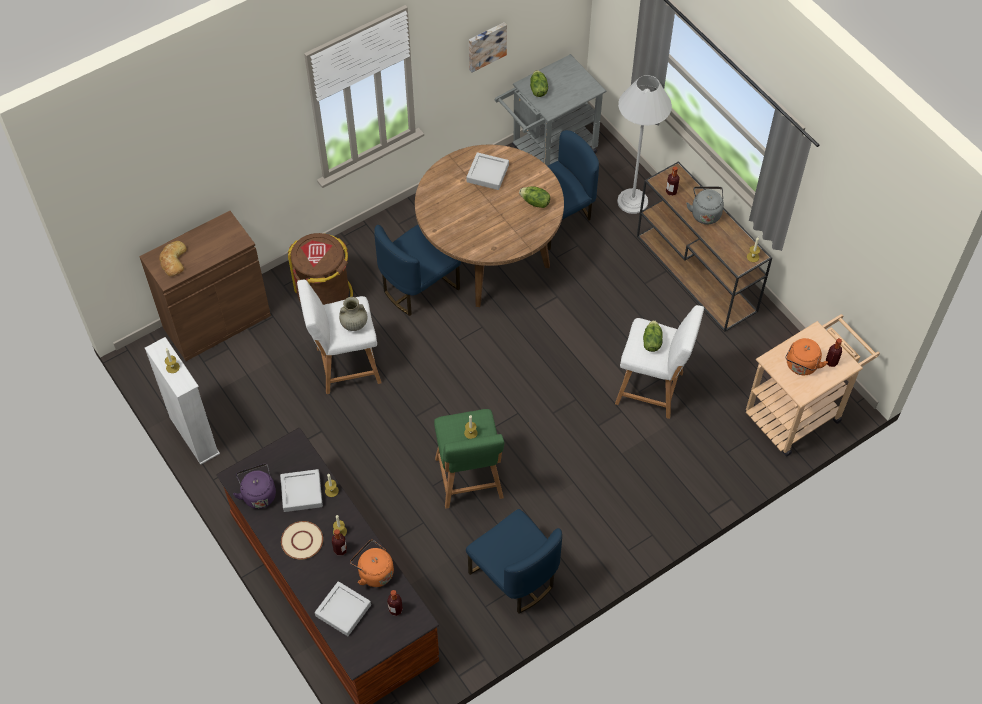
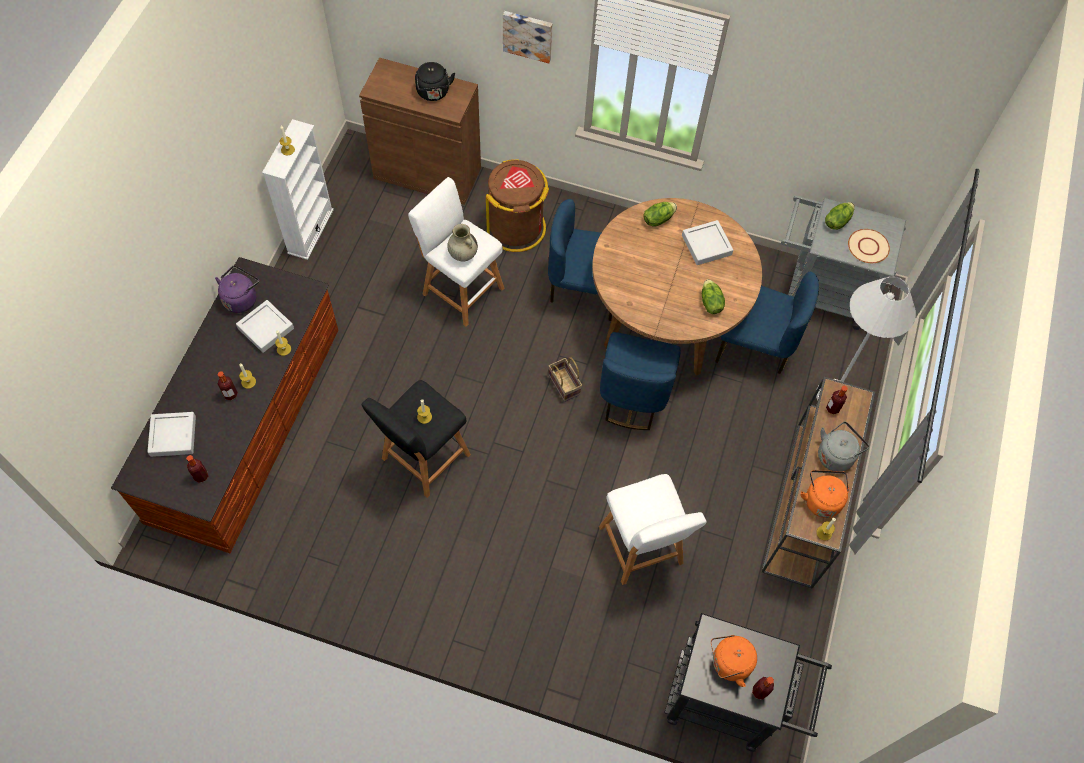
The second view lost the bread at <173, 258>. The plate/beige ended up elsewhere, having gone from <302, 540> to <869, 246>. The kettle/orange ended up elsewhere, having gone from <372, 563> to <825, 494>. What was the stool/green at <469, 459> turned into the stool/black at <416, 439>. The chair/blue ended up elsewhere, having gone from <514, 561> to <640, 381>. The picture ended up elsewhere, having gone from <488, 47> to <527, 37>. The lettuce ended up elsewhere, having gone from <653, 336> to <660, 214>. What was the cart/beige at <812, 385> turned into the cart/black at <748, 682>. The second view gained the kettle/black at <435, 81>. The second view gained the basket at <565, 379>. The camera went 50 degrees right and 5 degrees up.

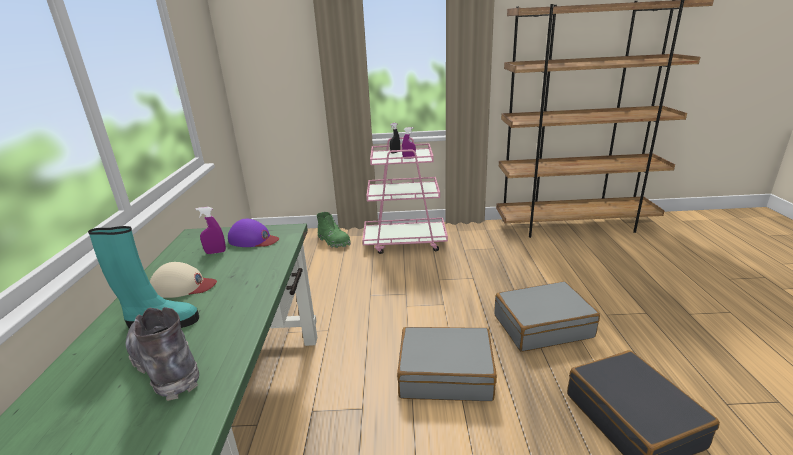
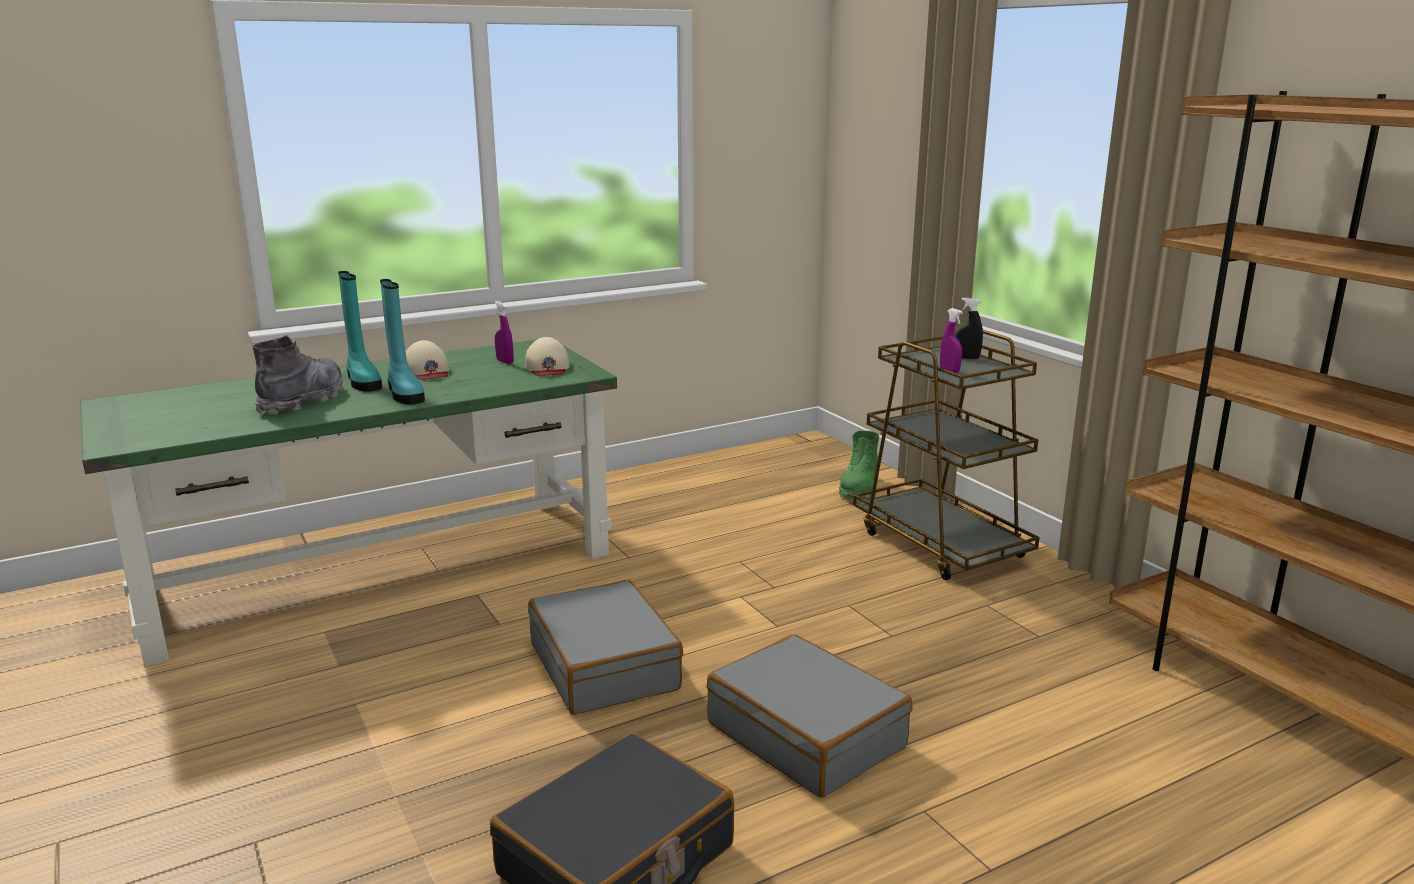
What was the cap/purple at <253, 233> turned into the cap/beige at <547, 356>. What was the cart/pink at <405, 195> turned into the cart/brown at <946, 455>. The second view gained the boot/turquoise at <402, 342>. The camera went 60 degrees right and 5 degrees down.

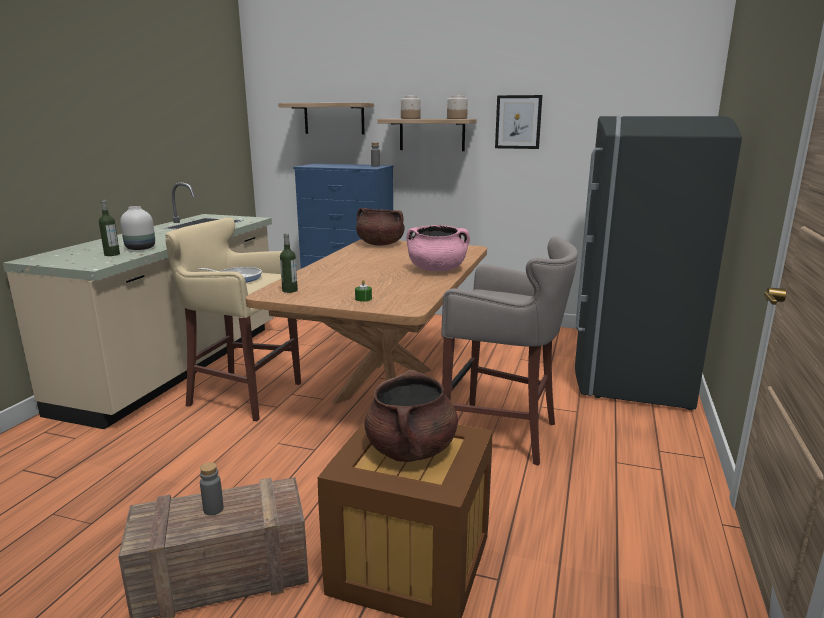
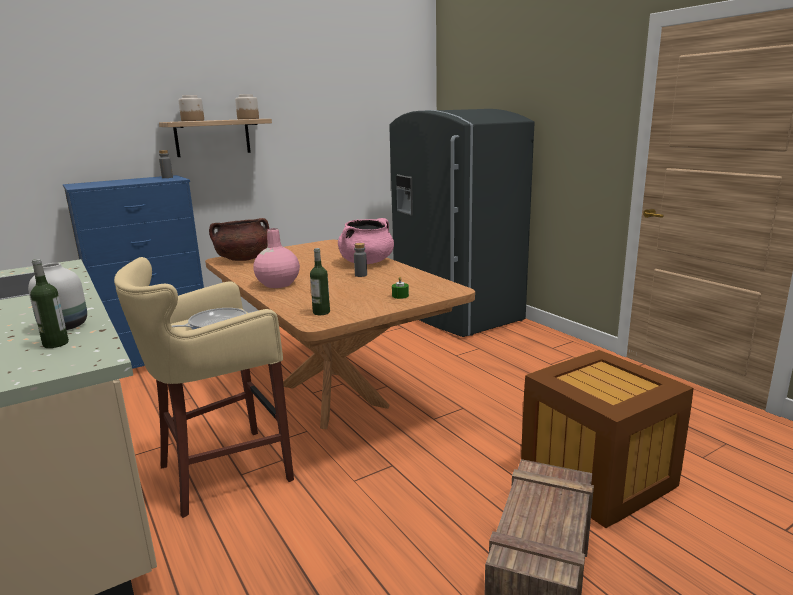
The bottle/grey ended up elsewhere, having gone from <212, 488> to <360, 260>. The second view lost the shelf at <326, 118>. The second view lost the cooking pot/brown at <411, 416>. The second view lost the stool/grey at <509, 351>. The second view lost the picture at <518, 122>. The second view gained the vase/pink at <276, 258>. The camera went 50 degrees left and 0 degrees up.

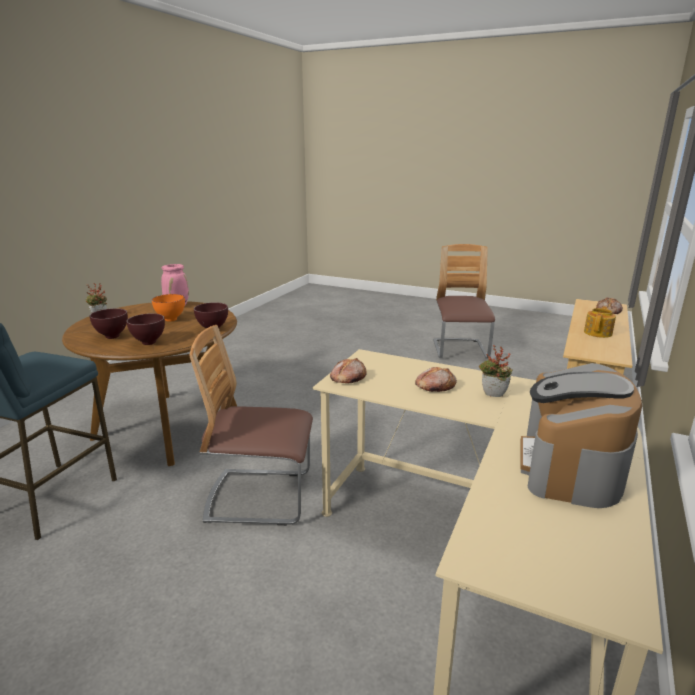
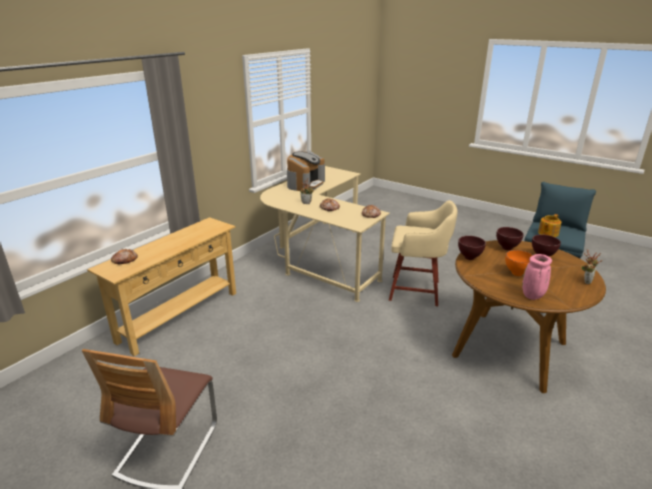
Where the chair stood at <251, 425>, the stool/beige came to stand at <423, 253>. The teapot ended up elsewhere, having gone from <600, 322> to <549, 225>. The camera went 170 degrees left and 5 degrees up.

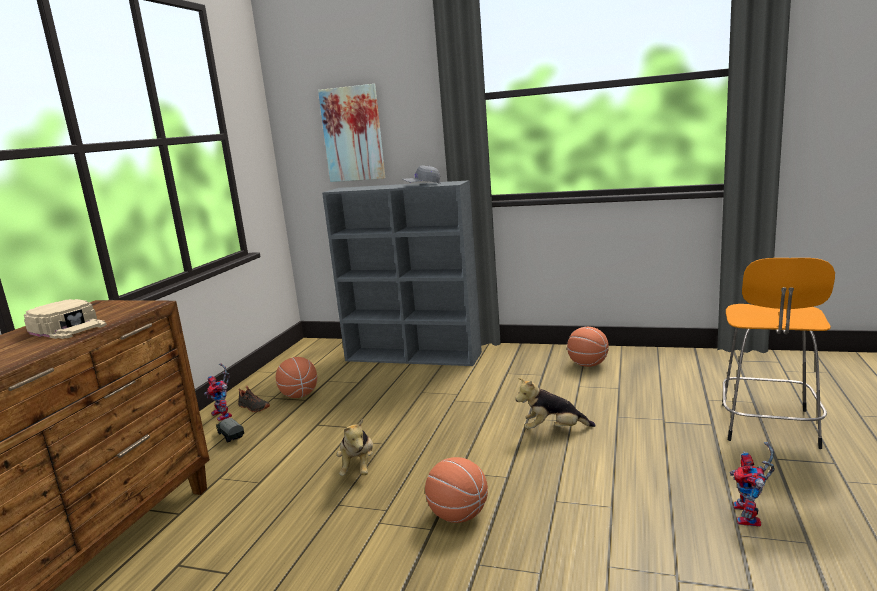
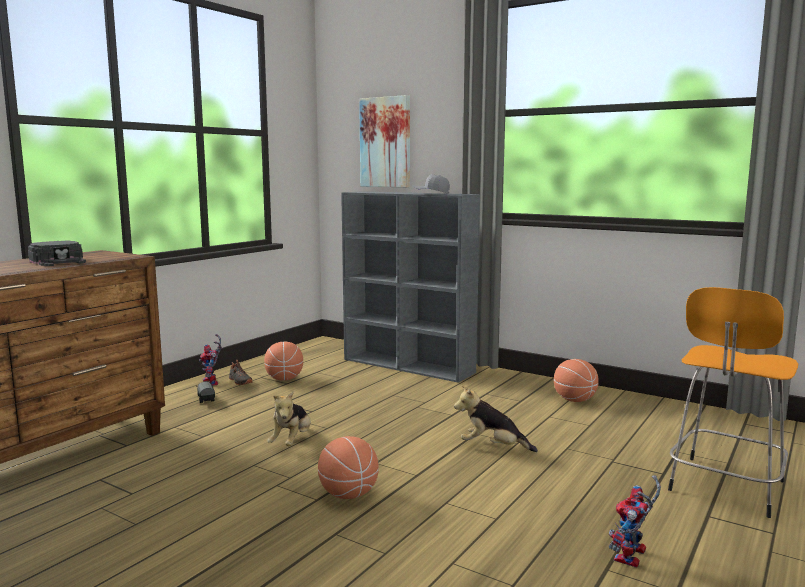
What was the cap/beige at <65, 319> turned into the cap/black at <57, 253>. The camera went 15 degrees right and 5 degrees down.

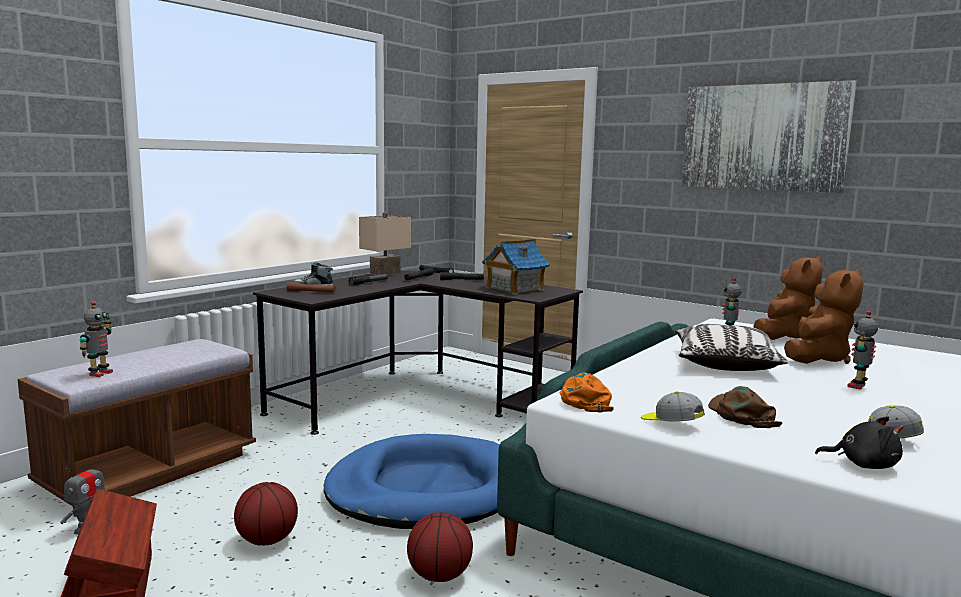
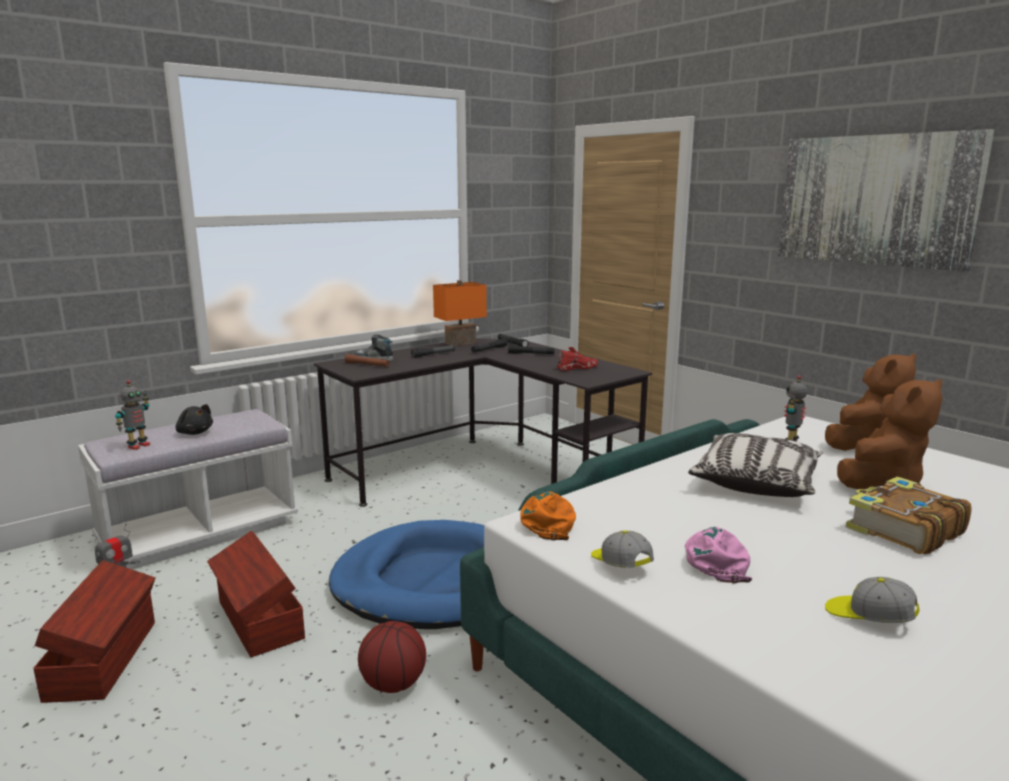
What was the bench/brown at <136, 422> turned into the bench/white at <188, 489>. Where the basketball stood at <266, 513>, the storage box/brown came to stand at <256, 594>. What was the table lamp/beige at <385, 243> turned into the table lamp/orange at <460, 313>. Where the toy house stood at <516, 266>, the shoe/red came to stand at <577, 359>. What was the cap/brown at <745, 407> turned into the cap/pink at <719, 555>. The plush toy/black ended up elsewhere, having gone from <859, 443> to <194, 419>. Where the toy robot stood at <862, 350>, the book came to stand at <909, 515>. The camera went 15 degrees right and 5 degrees up.

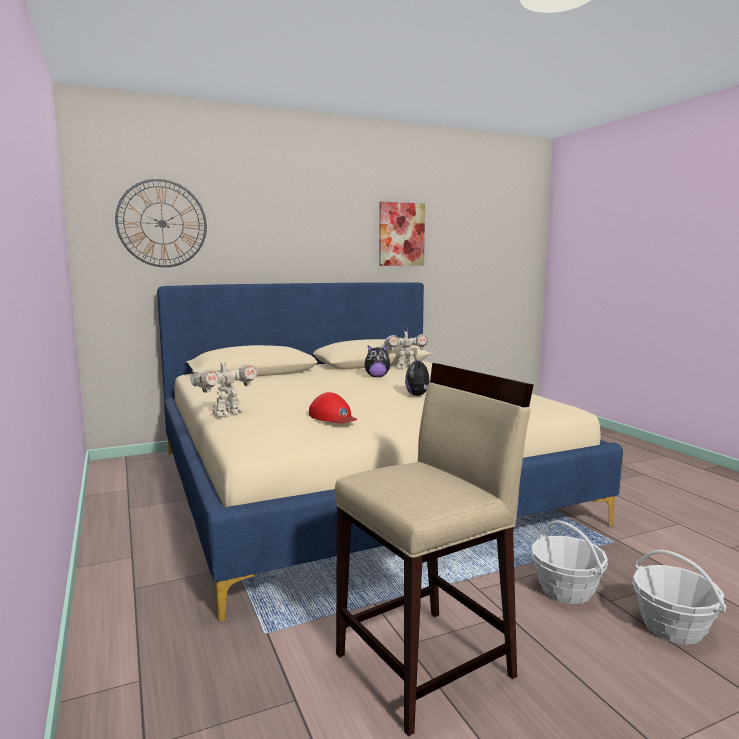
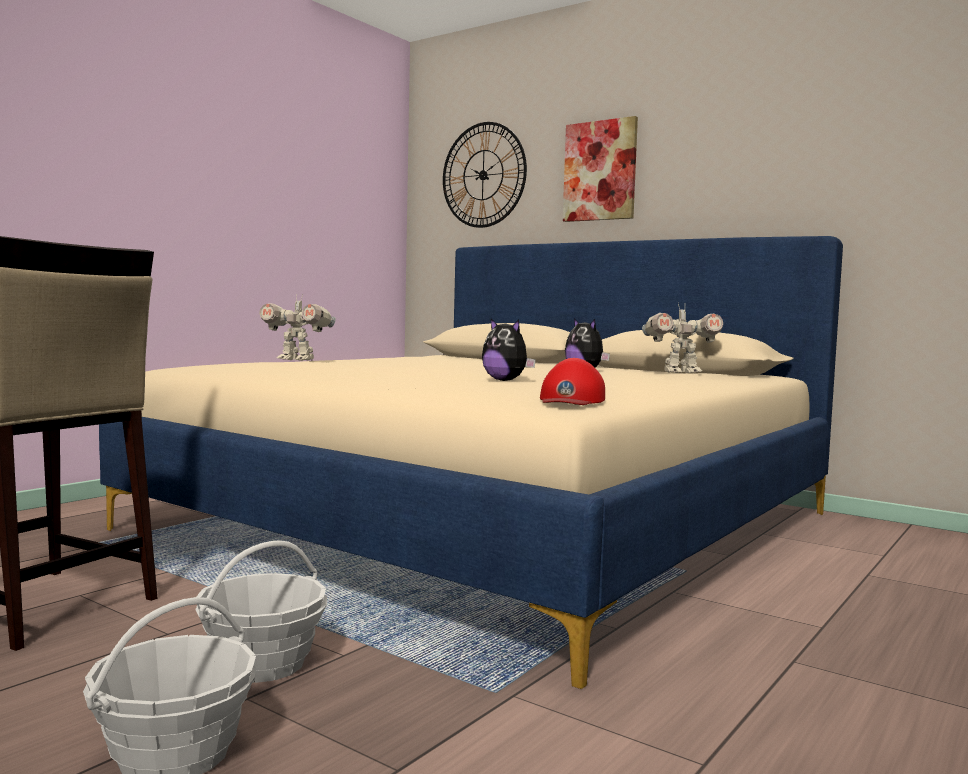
The cap/red ended up elsewhere, having gone from <333, 407> to <572, 381>. The picture ended up elsewhere, having gone from <402, 233> to <600, 169>. The toy robot at <406, 348> ended up facing another way, 60 degrees counterclockwise from before. The plush toy at <417, 376> ended up facing another way, 105 degrees counterclockwise from before. The camera went 60 degrees right and 5 degrees down.

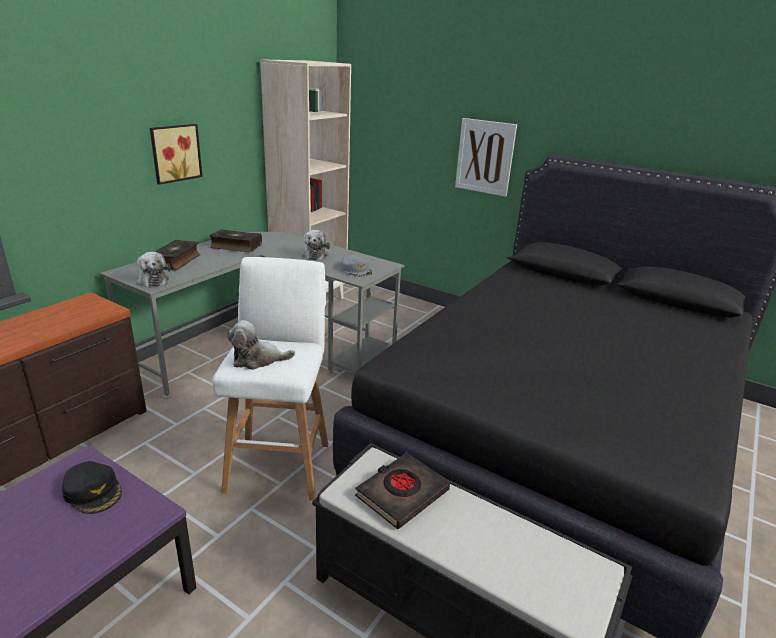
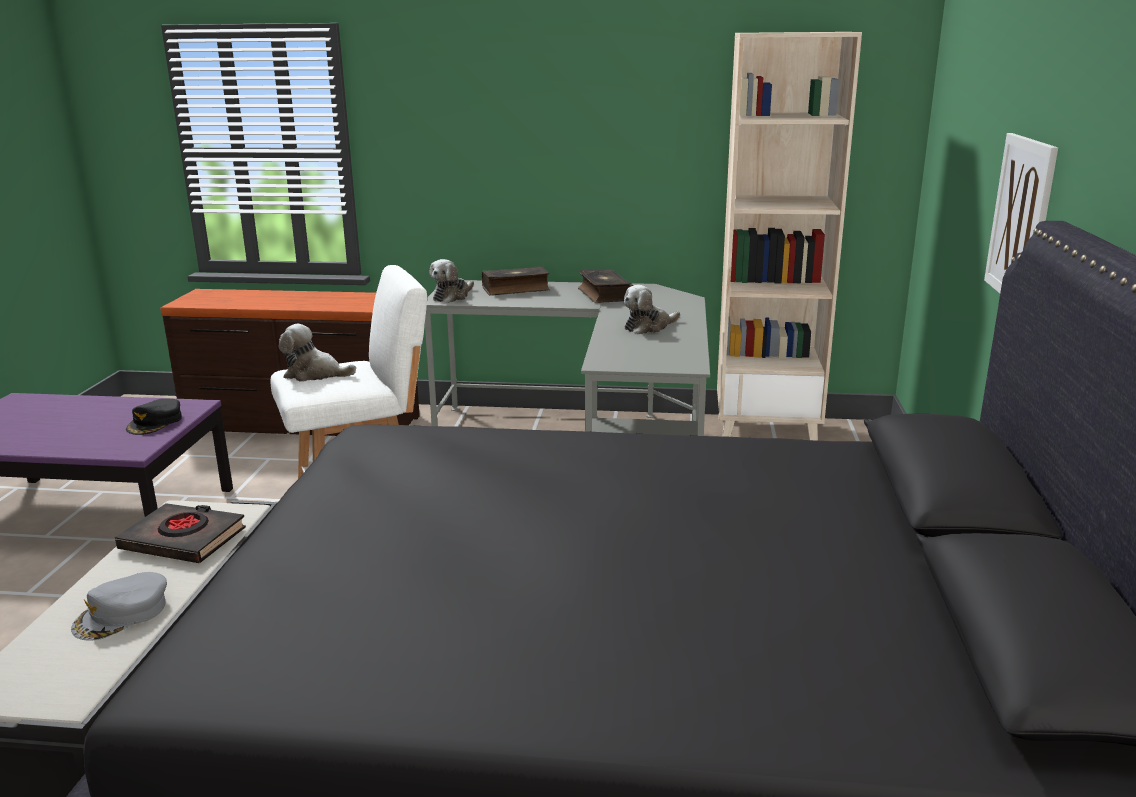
The second view lost the picture at <176, 154>. The plush toy at <261, 345> ended up facing another way, 45 degrees counterclockwise from before. The cap/grey ended up elsewhere, having gone from <356, 267> to <119, 606>. The camera went 65 degrees right and 5 degrees down.

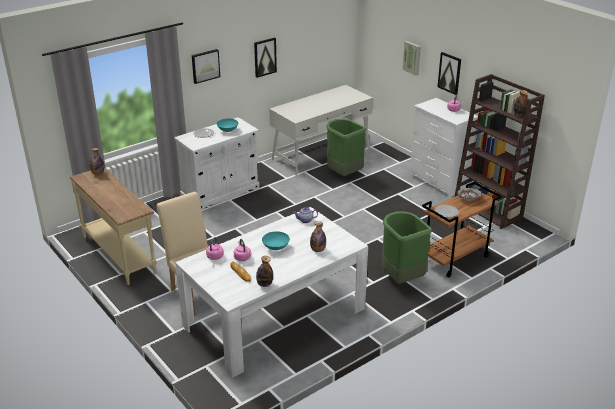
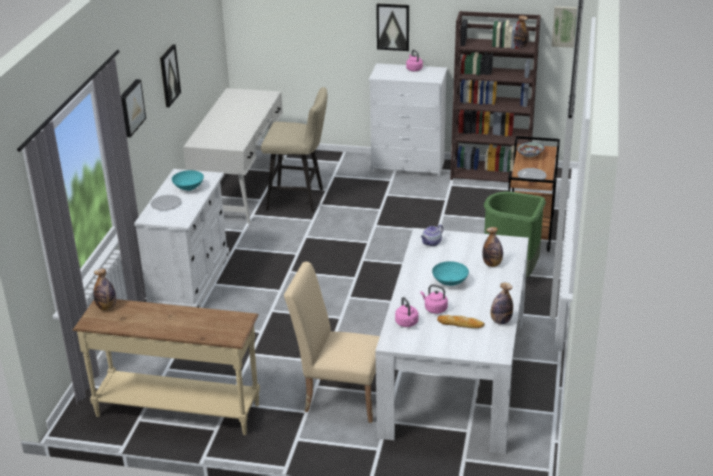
Where the trash can/green stood at <346, 147>, the stool/beige came to stand at <294, 149>. The picture ended up elsewhere, having gone from <412, 58> to <564, 27>. The camera went 40 degrees left and 0 degrees up.

